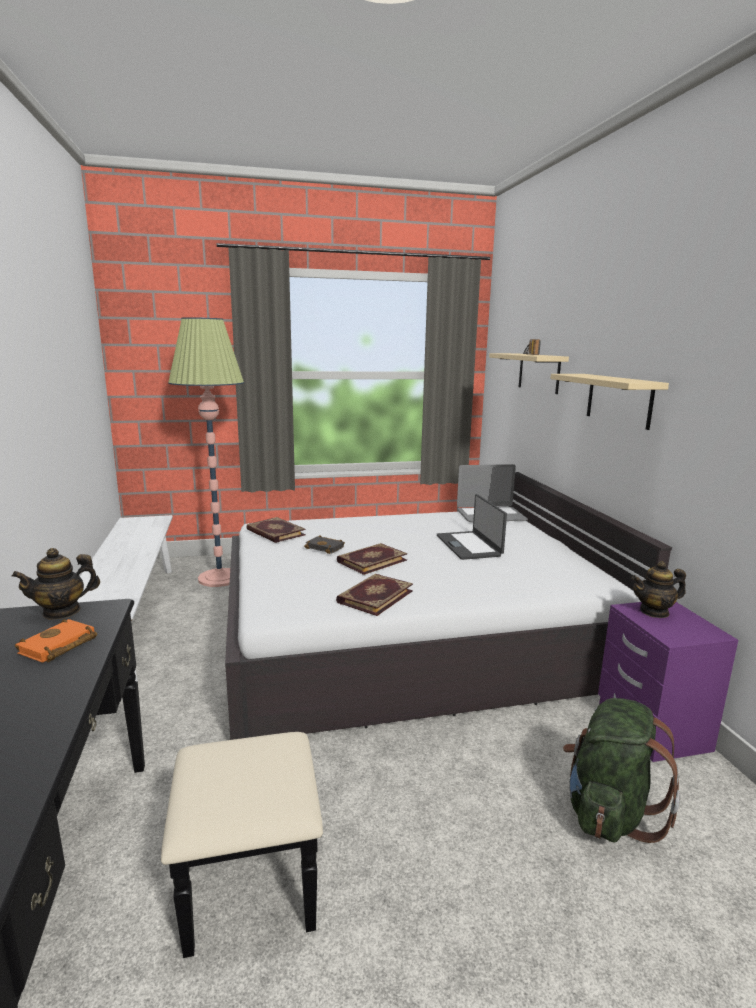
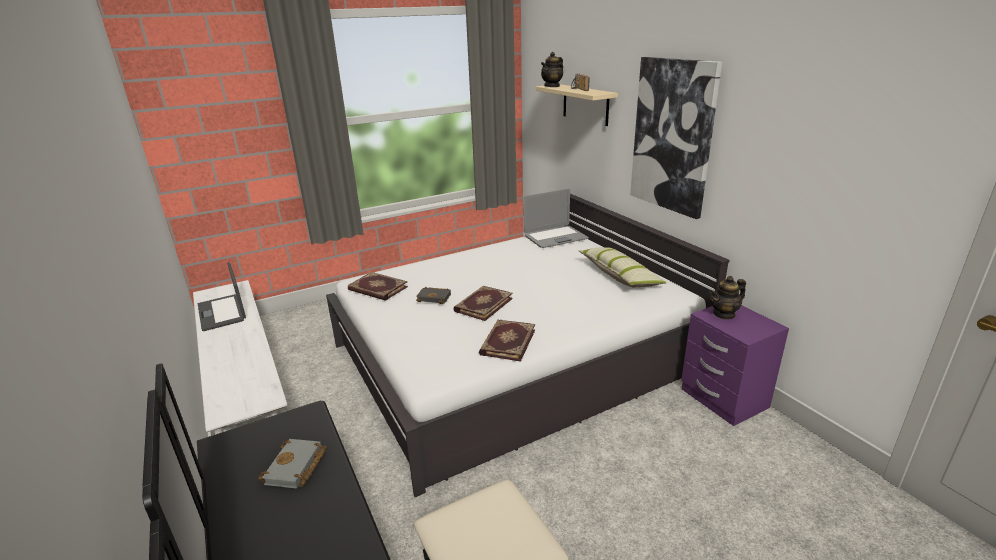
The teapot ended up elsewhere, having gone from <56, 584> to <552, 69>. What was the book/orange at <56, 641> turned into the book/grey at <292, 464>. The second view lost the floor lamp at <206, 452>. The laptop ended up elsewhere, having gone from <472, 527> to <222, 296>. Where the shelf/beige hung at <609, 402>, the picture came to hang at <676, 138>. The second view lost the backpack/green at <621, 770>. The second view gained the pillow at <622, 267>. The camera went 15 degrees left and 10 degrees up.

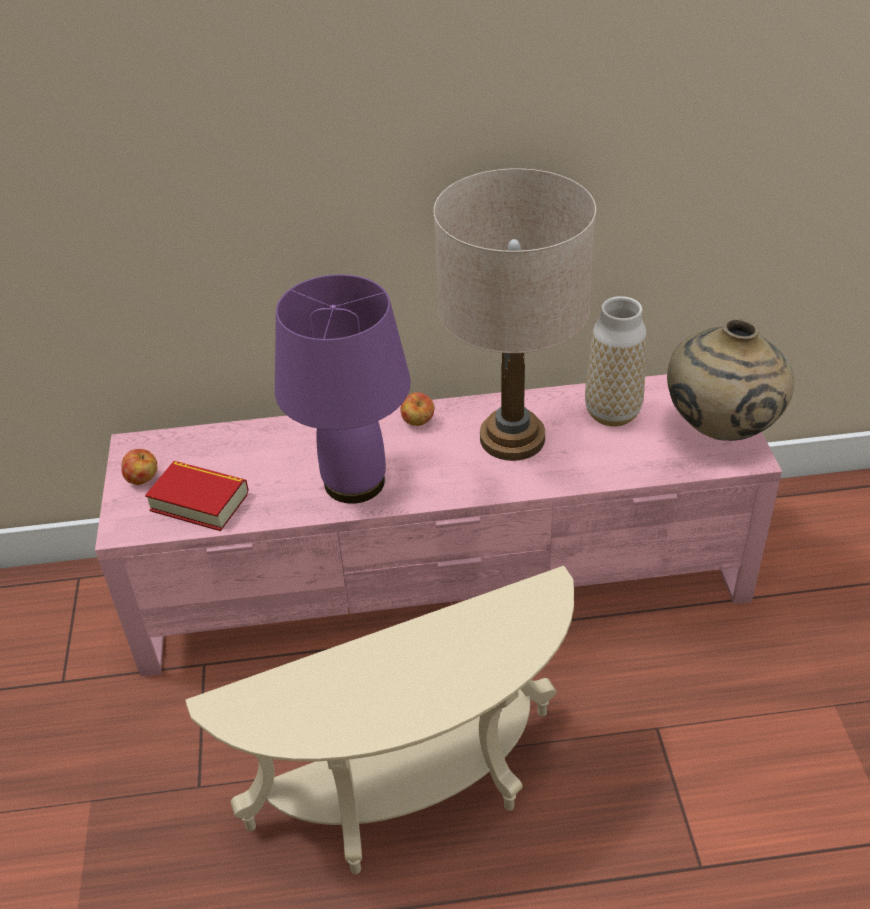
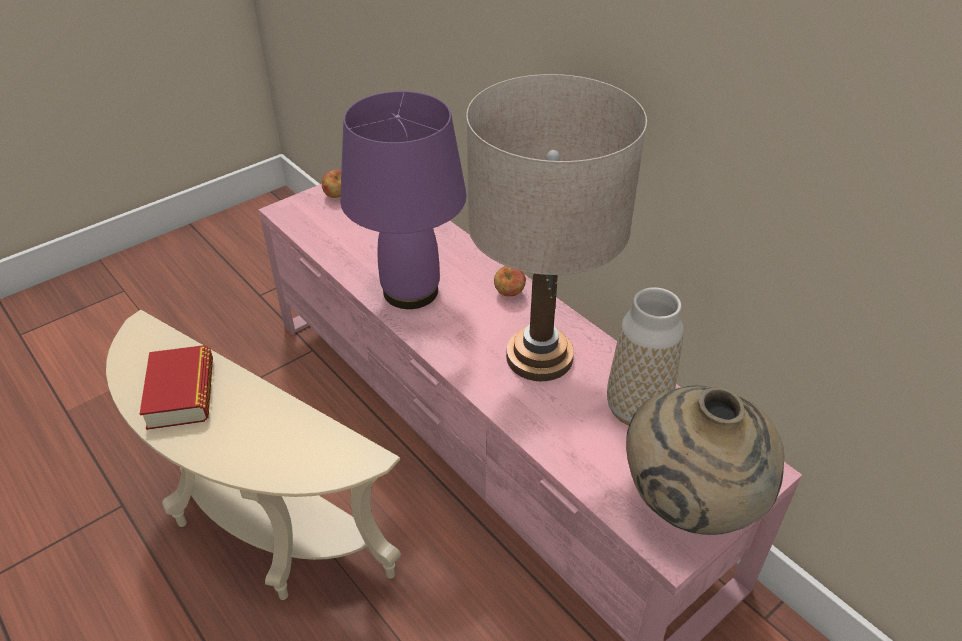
The book ended up elsewhere, having gone from <196, 496> to <176, 387>. The camera went 55 degrees right and 0 degrees up.

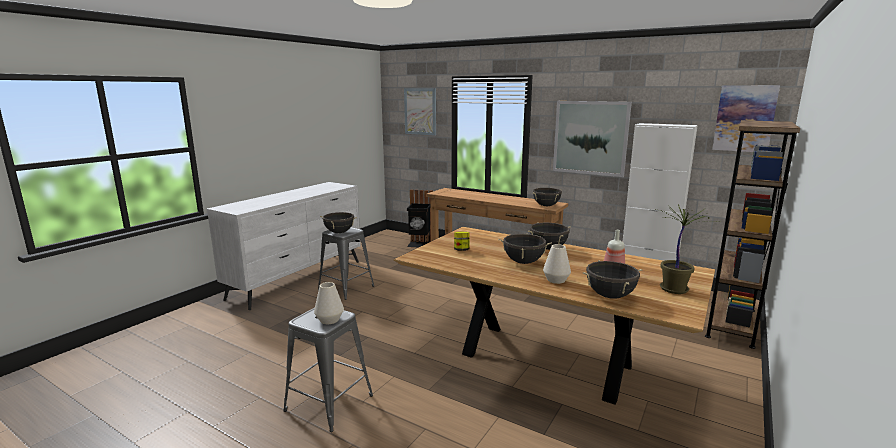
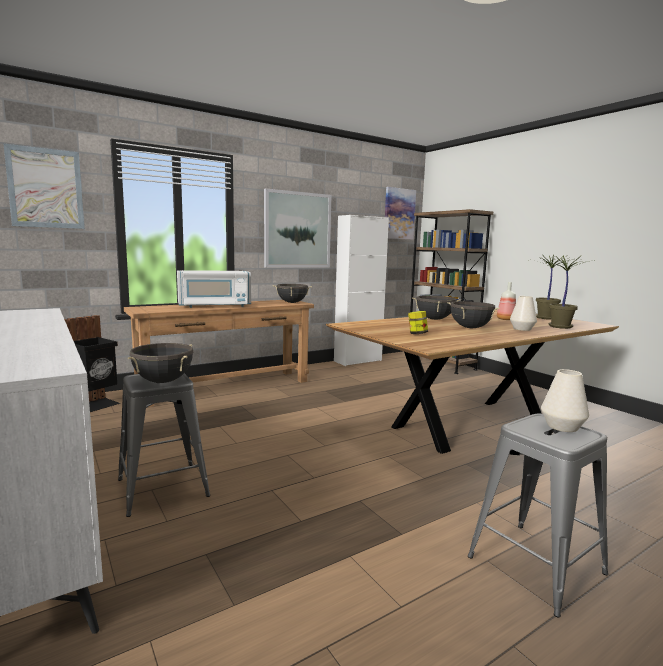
Where the cooking pot/black stood at <613, 279>, the potted plant came to stand at <568, 292>. The second view gained the microwave/white at <214, 289>. The camera went 65 degrees left and 5 degrees down.

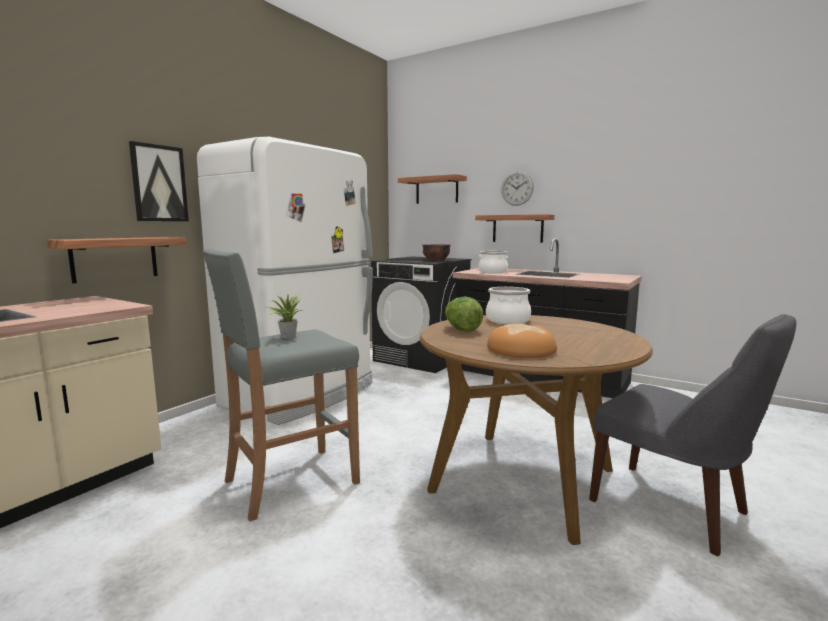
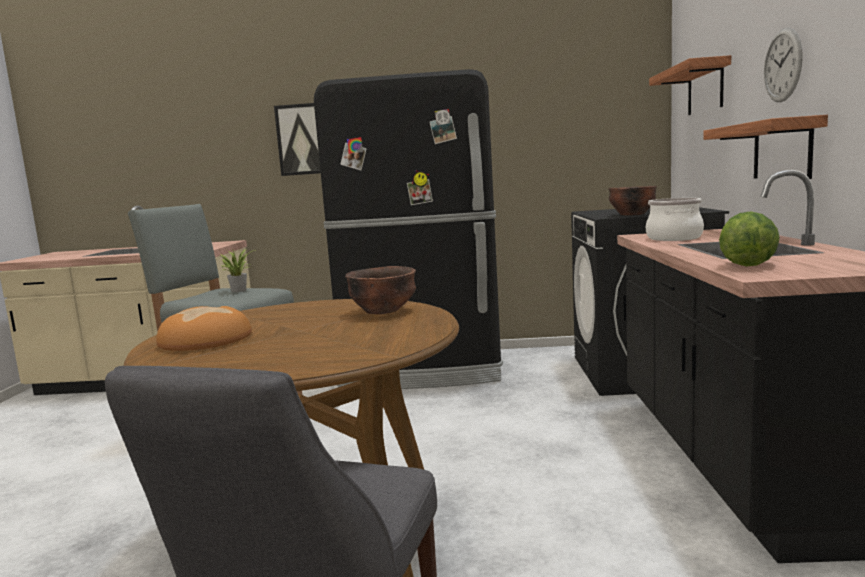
The second view lost the shelf at <117, 260>. What was the fridge/white at <285, 281> turned into the fridge/black at <408, 229>. The lettuce ended up elsewhere, having gone from <464, 314> to <749, 239>. Where the cooking pot stood at <508, 305>, the bowl/brown came to stand at <380, 290>. The camera went 60 degrees right and 0 degrees up.

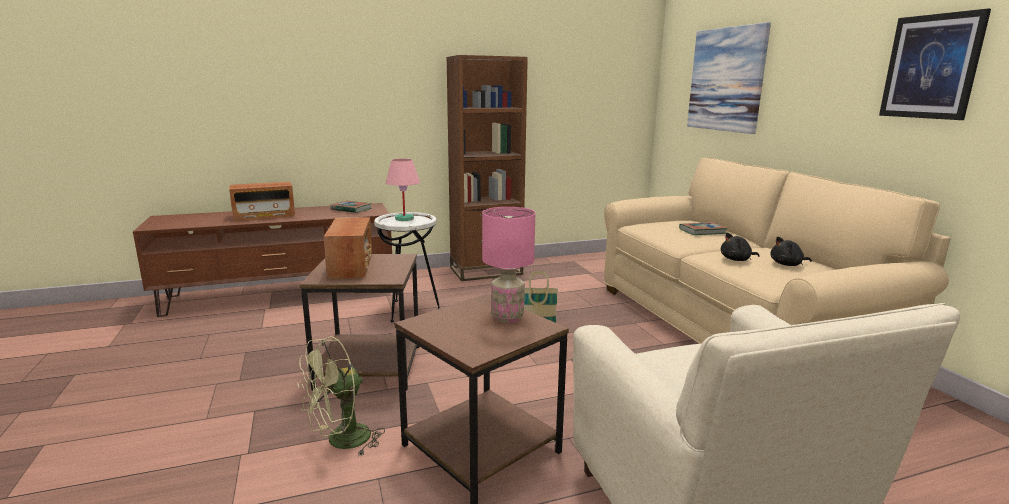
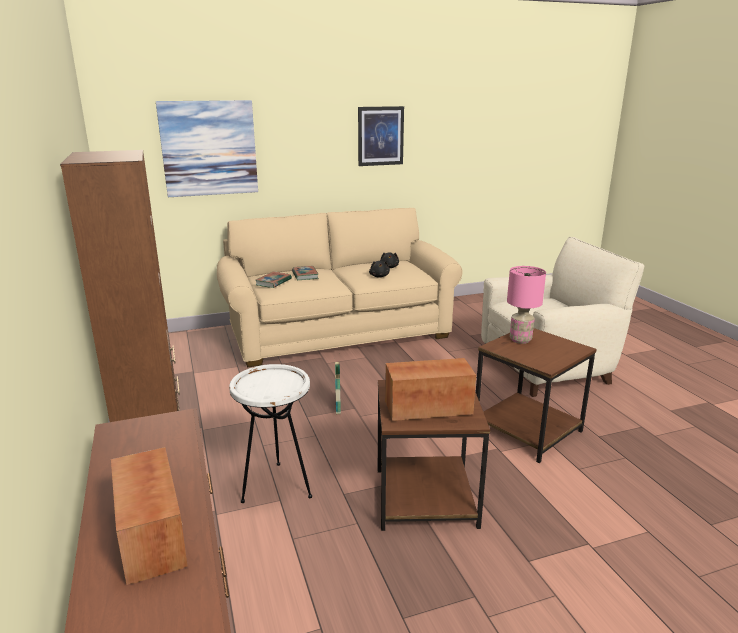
The second view lost the fan/green at <341, 397>. The book ended up elsewhere, having gone from <351, 207> to <273, 279>. The second view lost the table lamp/pink at <403, 190>. The camera went 90 degrees left and 5 degrees up.

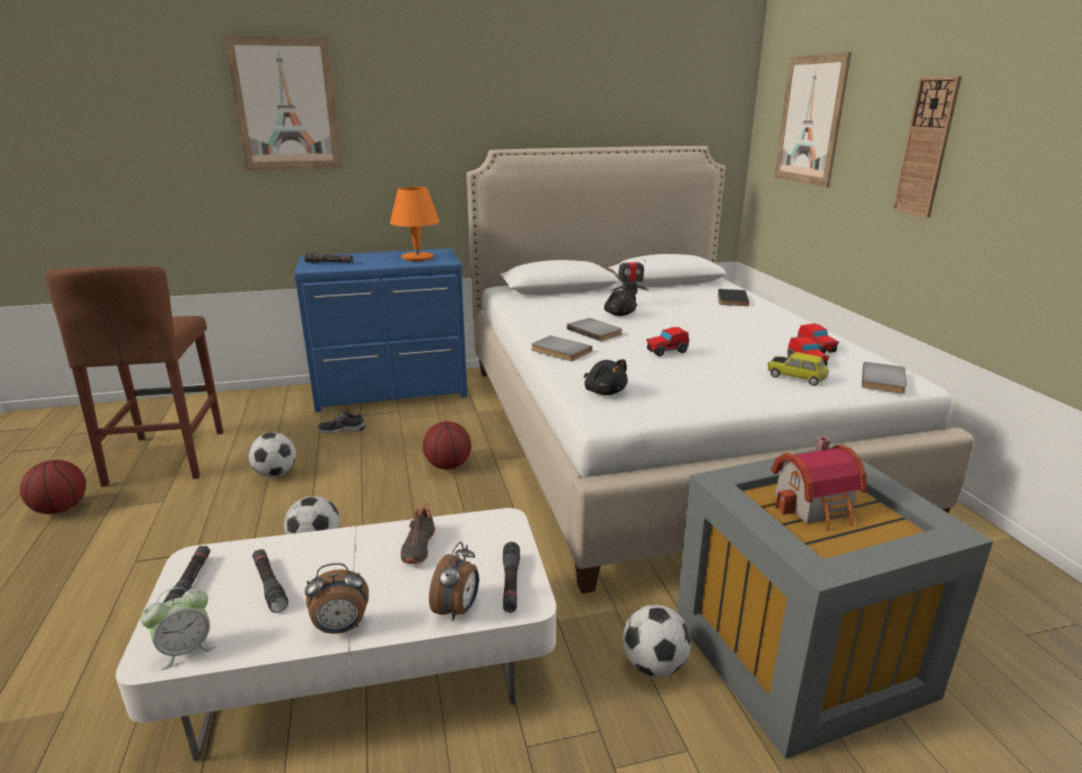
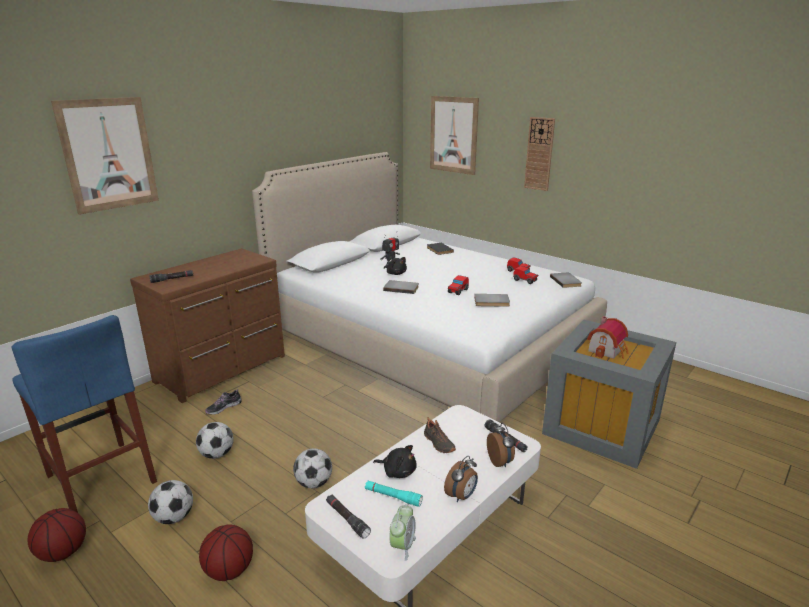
What was the stool/brown at <134, 376> turned into the stool/blue at <84, 414>. What was the flashlight/black at <270, 581> turned into the flashlight/turquoise at <394, 494>. What was the dresser/blue at <380, 330> turned into the dresser/brown at <207, 325>. The second view lost the table lamp/orange at <415, 224>. The basketball ended up elsewhere, having gone from <447, 445> to <226, 552>. The book/grey ended up elsewhere, having gone from <561, 348> to <492, 300>. The plush toy/black ended up elsewhere, having gone from <606, 377> to <395, 461>. The football ended up elsewhere, having gone from <657, 641> to <170, 502>. The second view lost the toy car at <798, 369>. The camera went 35 degrees left and 0 degrees up.

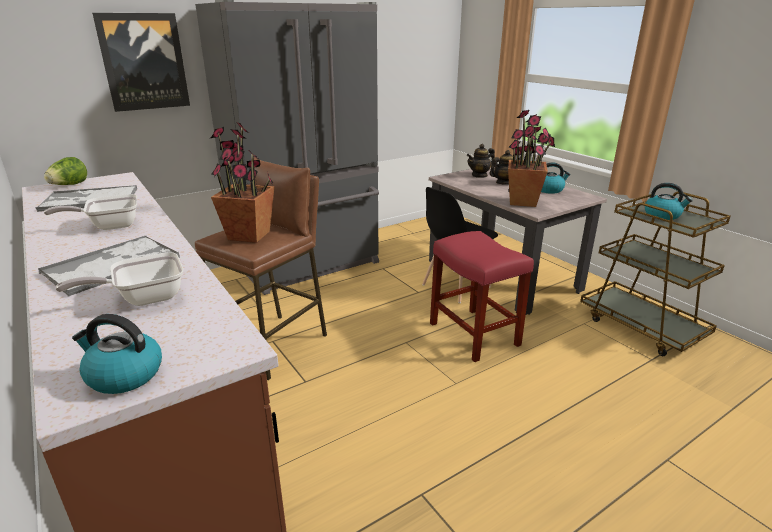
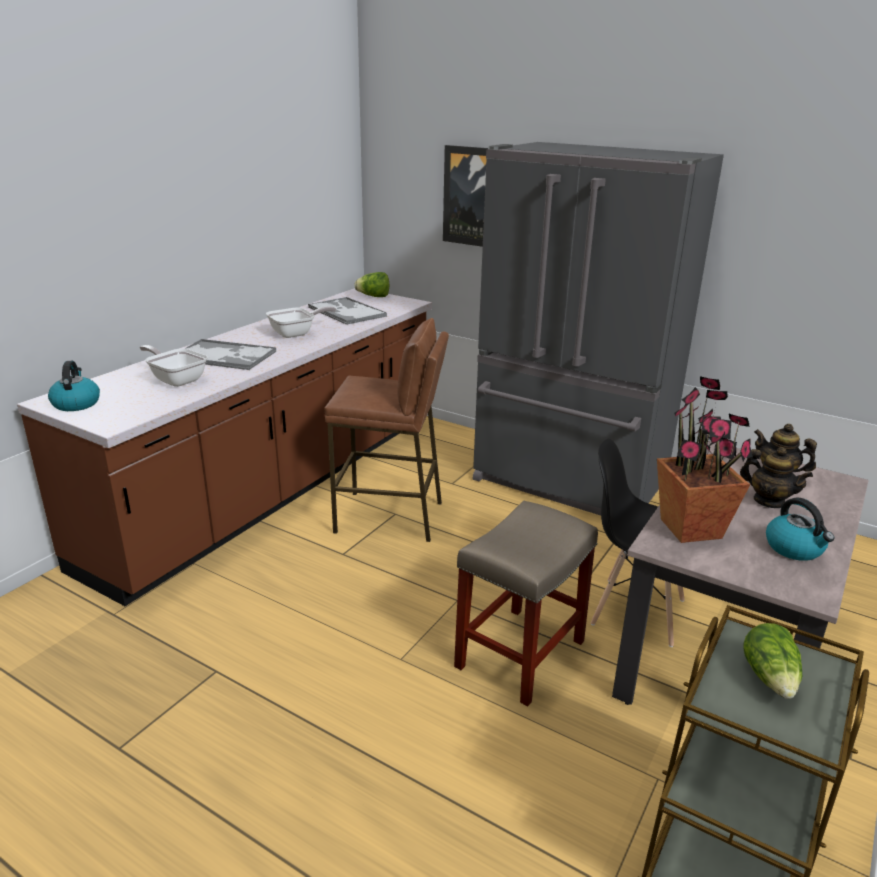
The frying pan at <90, 212> ended up facing another way, 105 degrees clockwise from before. The second view lost the potted plant at <243, 183>. What was the stool/red at <482, 296> turned into the stool/beige at <526, 603>. Where the kettle stood at <669, 201>, the lettuce came to stand at <772, 661>. The camera went 65 degrees right and 0 degrees up.

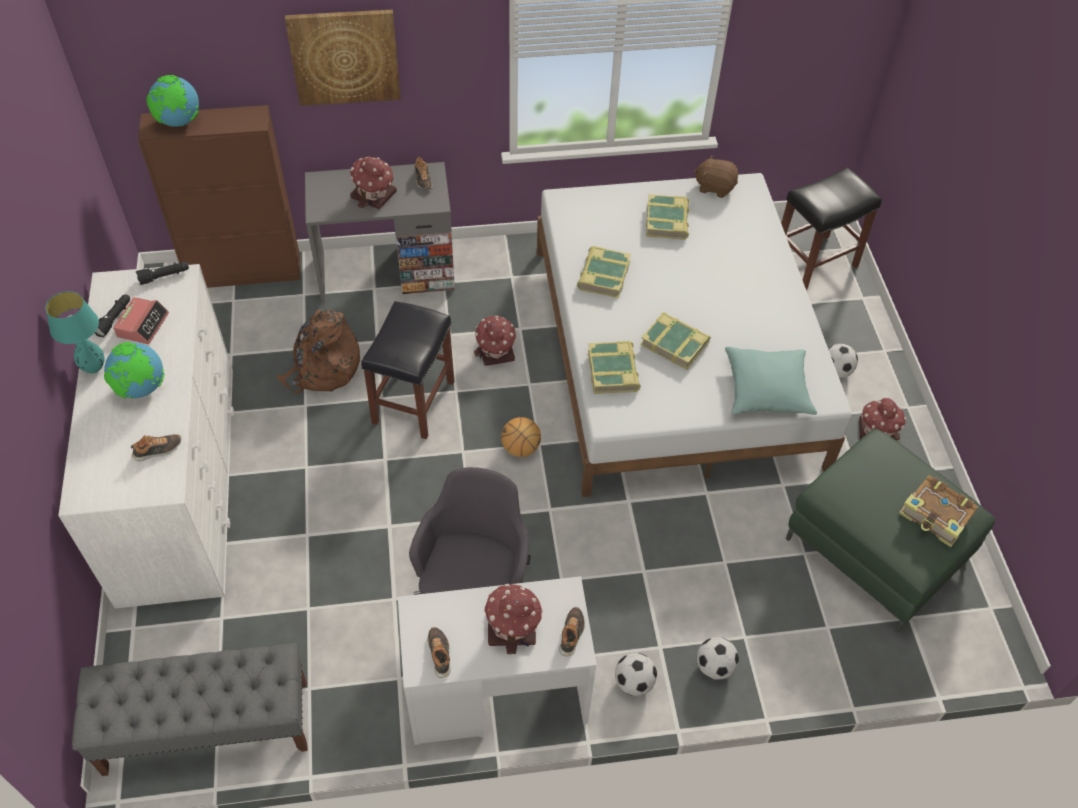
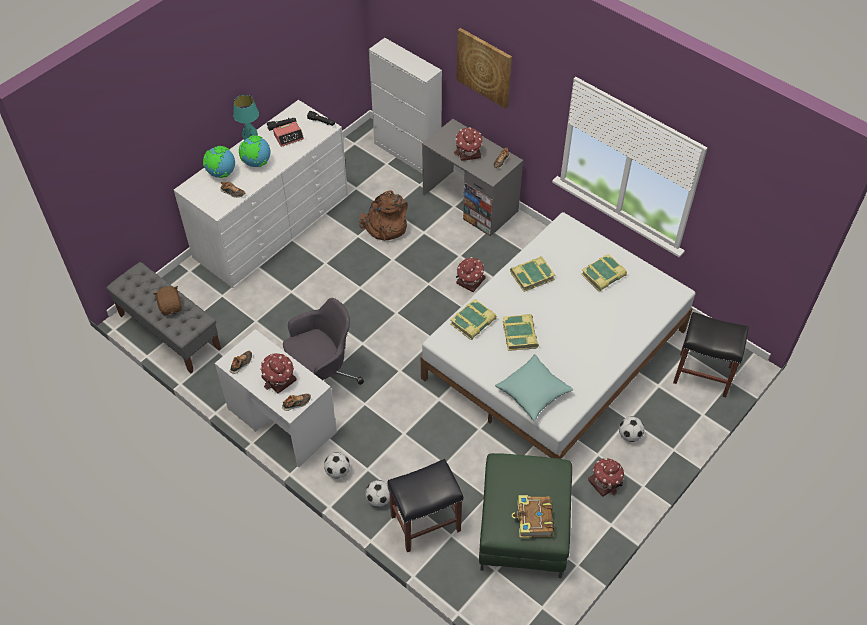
What was the cabinet/brown at <219, 196> turned into the cabinet/white at <405, 106>. The globe ended up elsewhere, having gone from <173, 101> to <219, 162>. The stool/black ended up elsewhere, having gone from <407, 370> to <425, 505>. The second view lost the basketball at <521, 437>. The plush toy/brown ended up elsewhere, having gone from <716, 176> to <167, 300>. The camera went 50 degrees right and 0 degrees up.

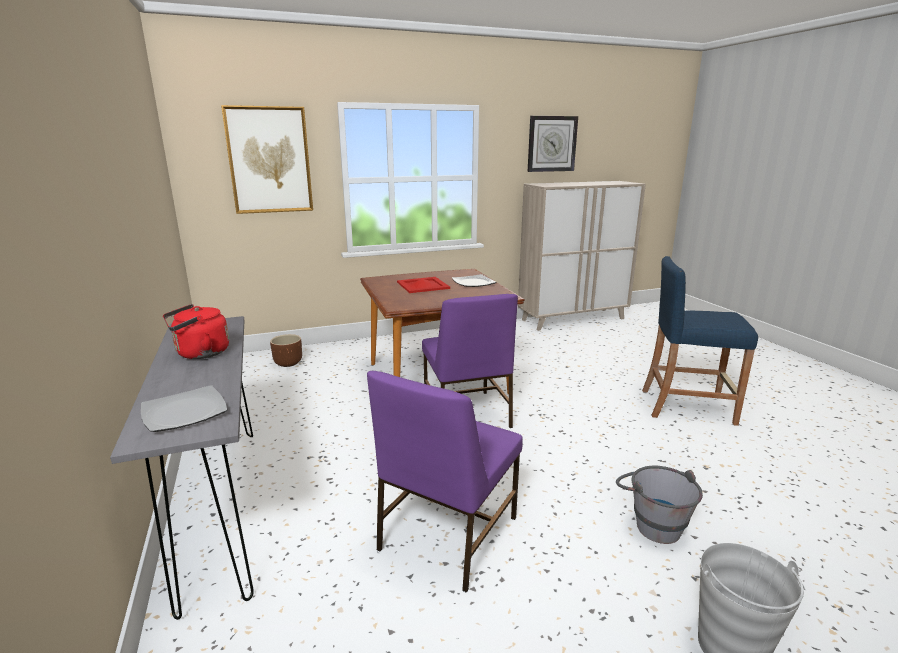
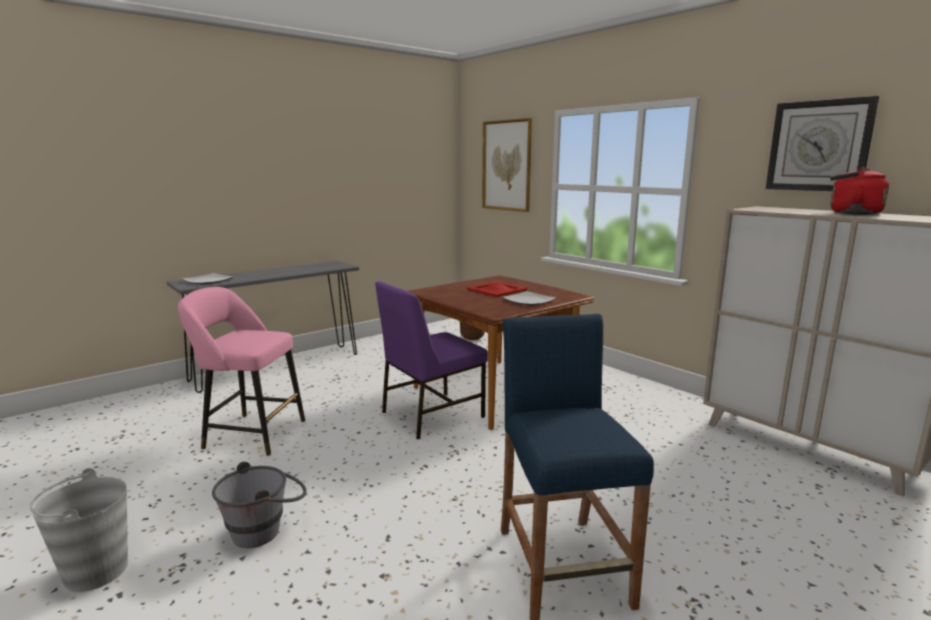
The kettle/red ended up elsewhere, having gone from <196, 331> to <859, 191>. Where the chair/purple stood at <445, 482>, the stool/pink came to stand at <241, 371>. The camera went 70 degrees right and 5 degrees down.

